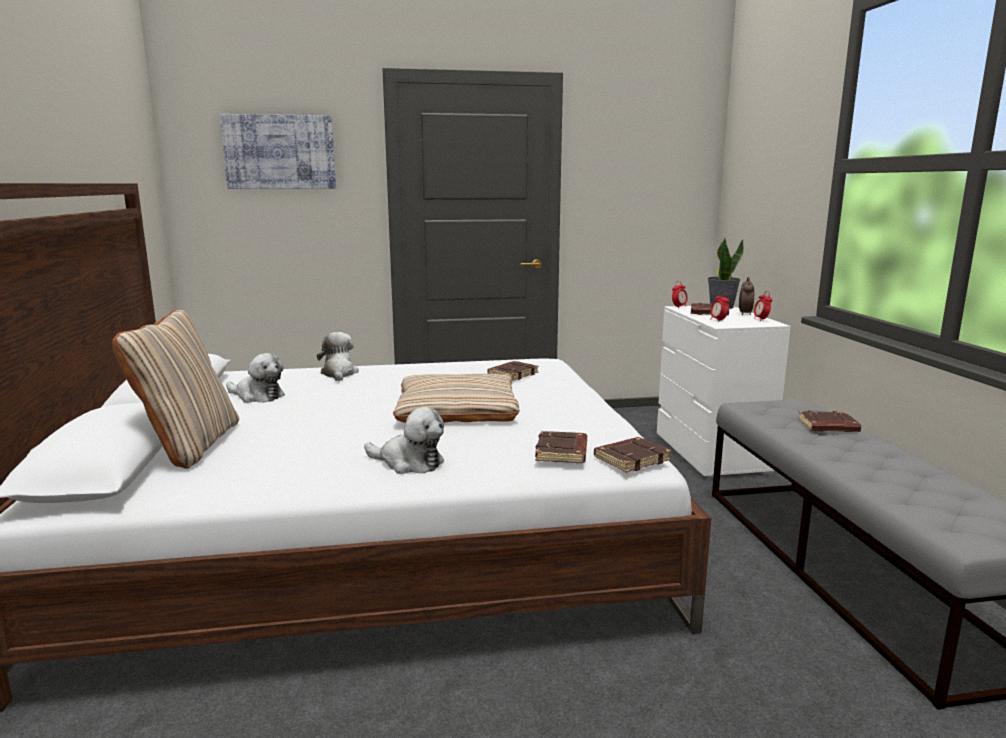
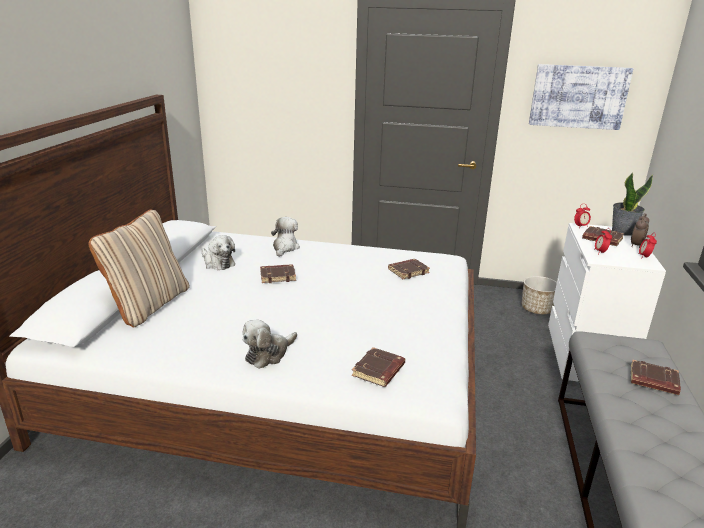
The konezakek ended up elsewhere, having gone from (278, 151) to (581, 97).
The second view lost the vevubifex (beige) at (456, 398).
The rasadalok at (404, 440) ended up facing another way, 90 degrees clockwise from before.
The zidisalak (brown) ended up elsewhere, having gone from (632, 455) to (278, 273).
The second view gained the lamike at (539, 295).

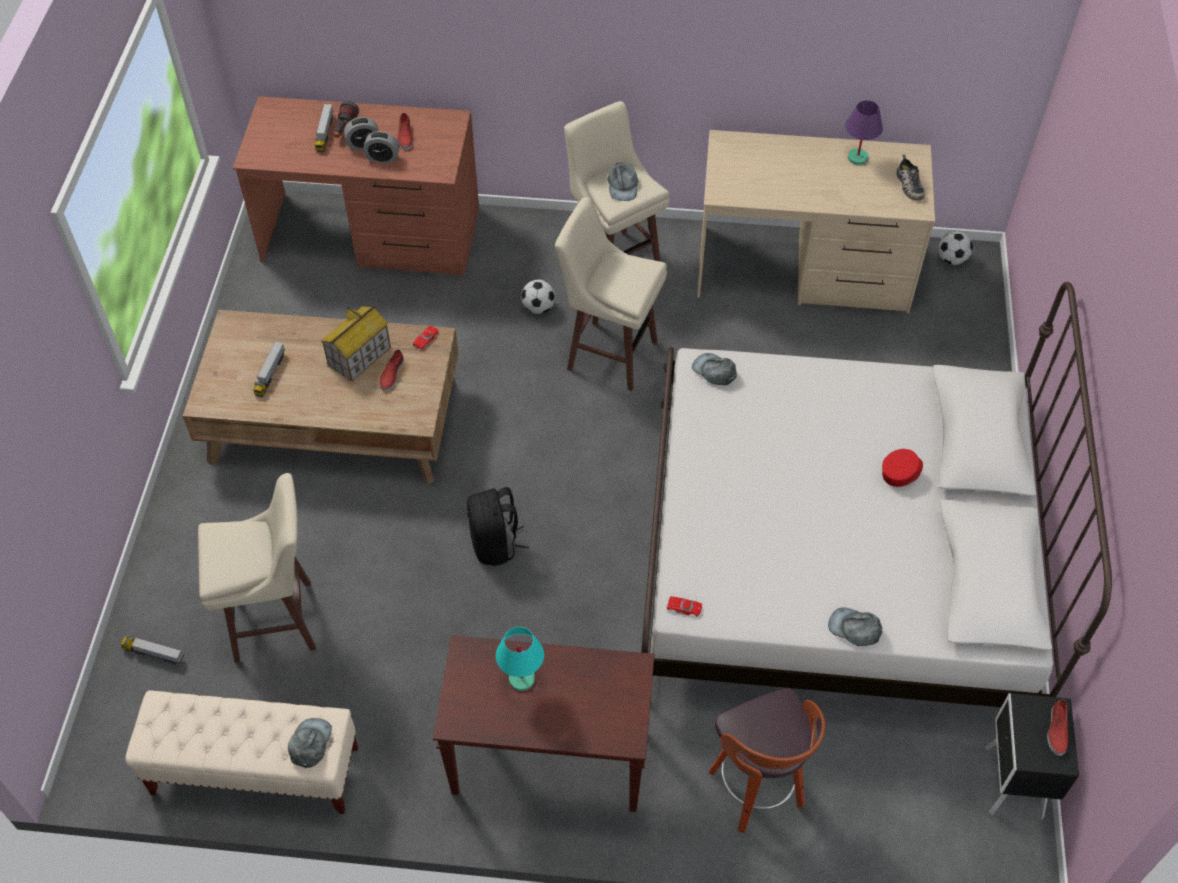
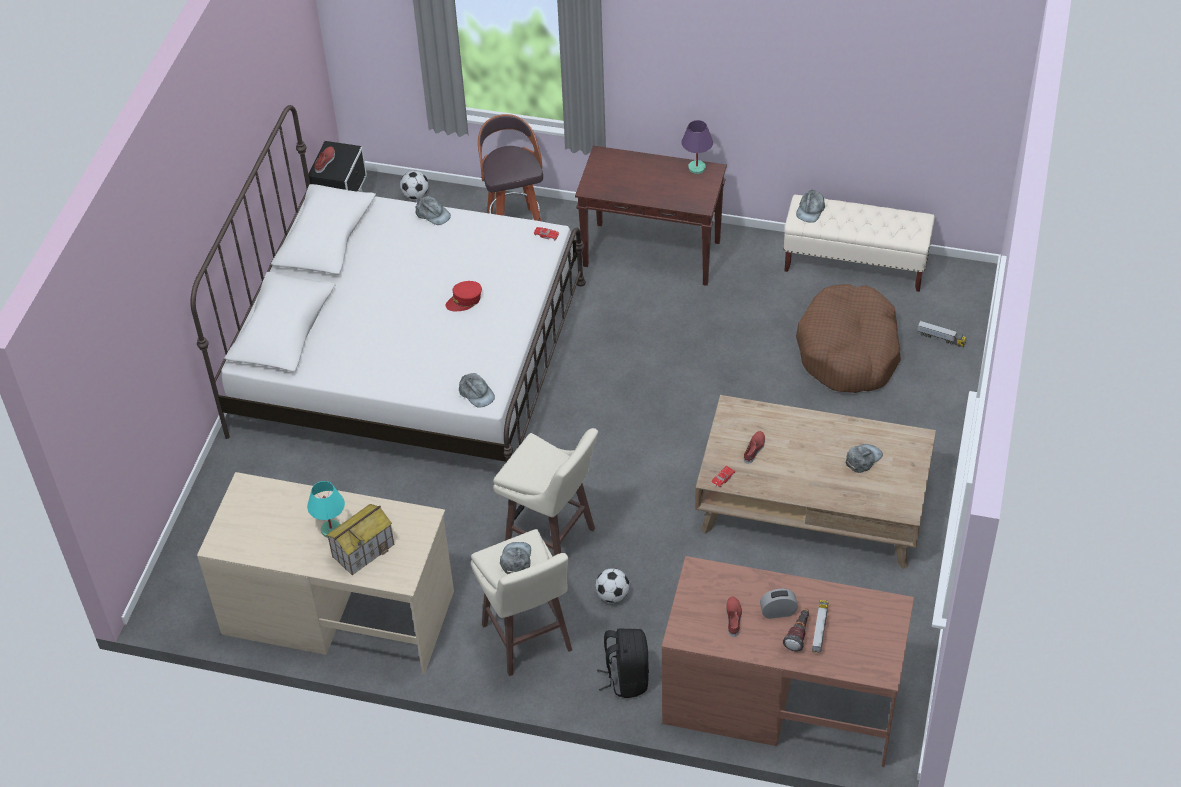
The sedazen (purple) ended up elsewhere, having gone from (864, 132) to (697, 147).
The second view lost the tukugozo at (381, 147).
The second view lost the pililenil at (910, 177).
The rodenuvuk ended up elsewhere, having gone from (955, 248) to (414, 185).
The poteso ended up elsewhere, having gone from (356, 344) to (360, 540).
Where the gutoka stood at (269, 369), the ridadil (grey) came to stand at (864, 458).
The ridadil (red) ended up elsewhere, having gone from (902, 468) to (464, 296).
Where the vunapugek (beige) stood at (257, 568), the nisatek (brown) came to stand at (848, 338).
The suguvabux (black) ended up elsewhere, having gone from (498, 526) to (623, 663).
The sedazen (turquoise) ended up elsewhere, having gone from (520, 659) to (326, 509).

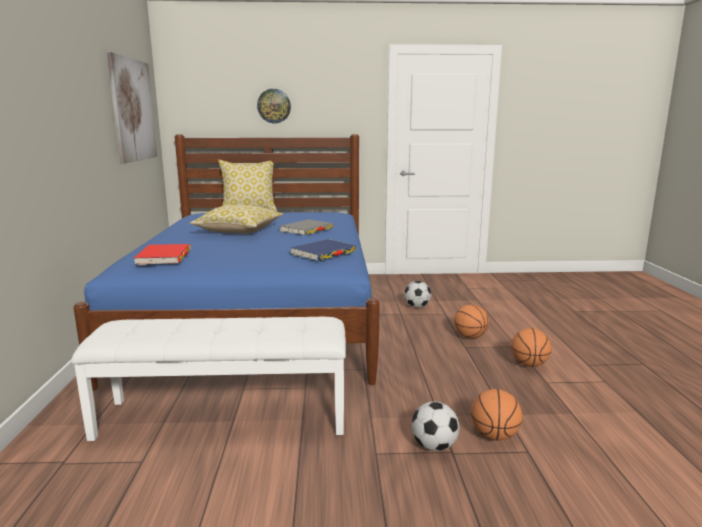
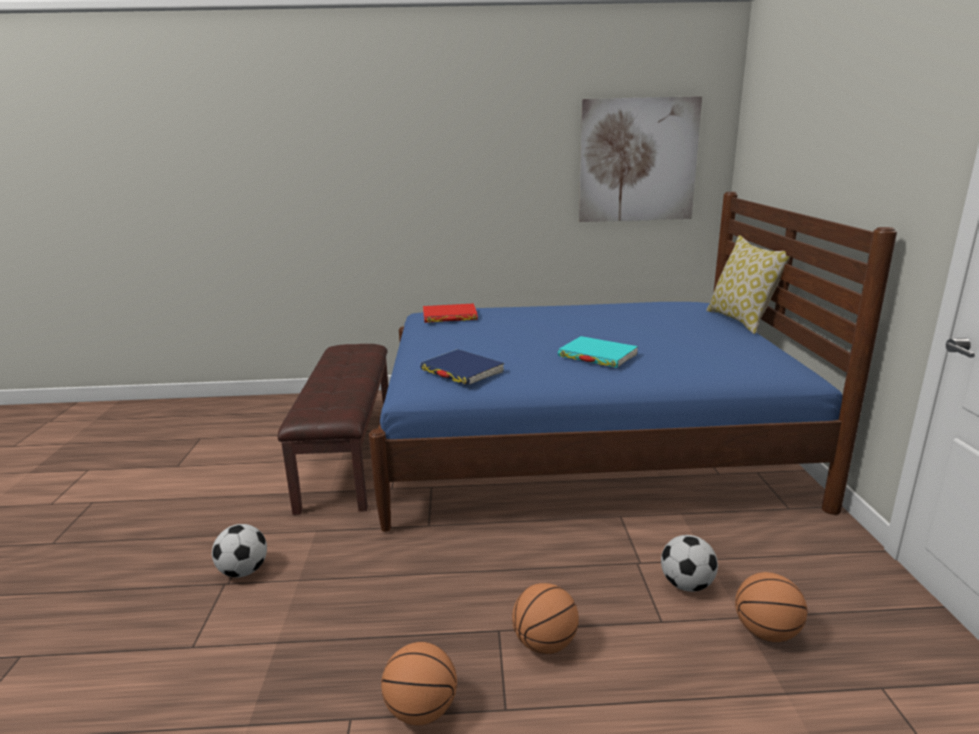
The second view lost the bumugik at (274, 106).
The second view lost the vevubifex at (236, 219).
What was the zidisalak (grey) at (306, 227) turned into the zidisalak (turquoise) at (598, 352).
What was the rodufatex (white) at (208, 379) turned into the rodufatex (brown) at (333, 429).
The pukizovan ended up elsewhere, having gone from (497, 415) to (771, 607).

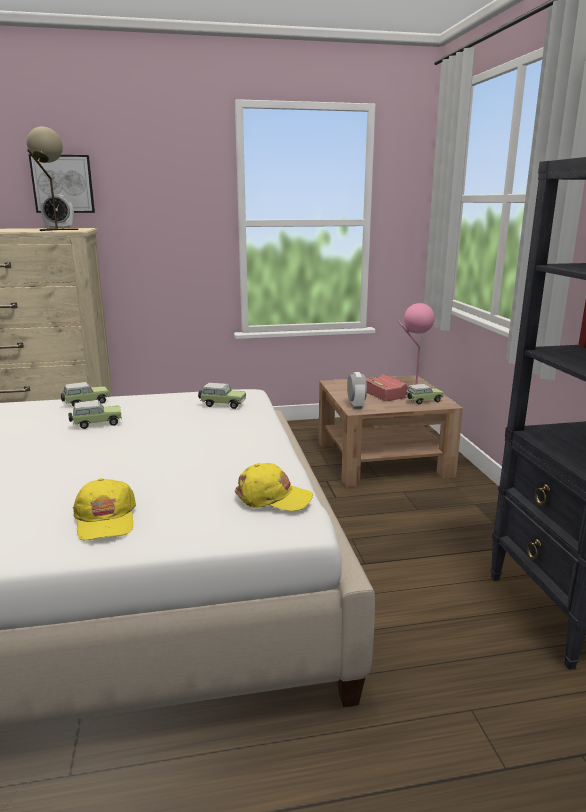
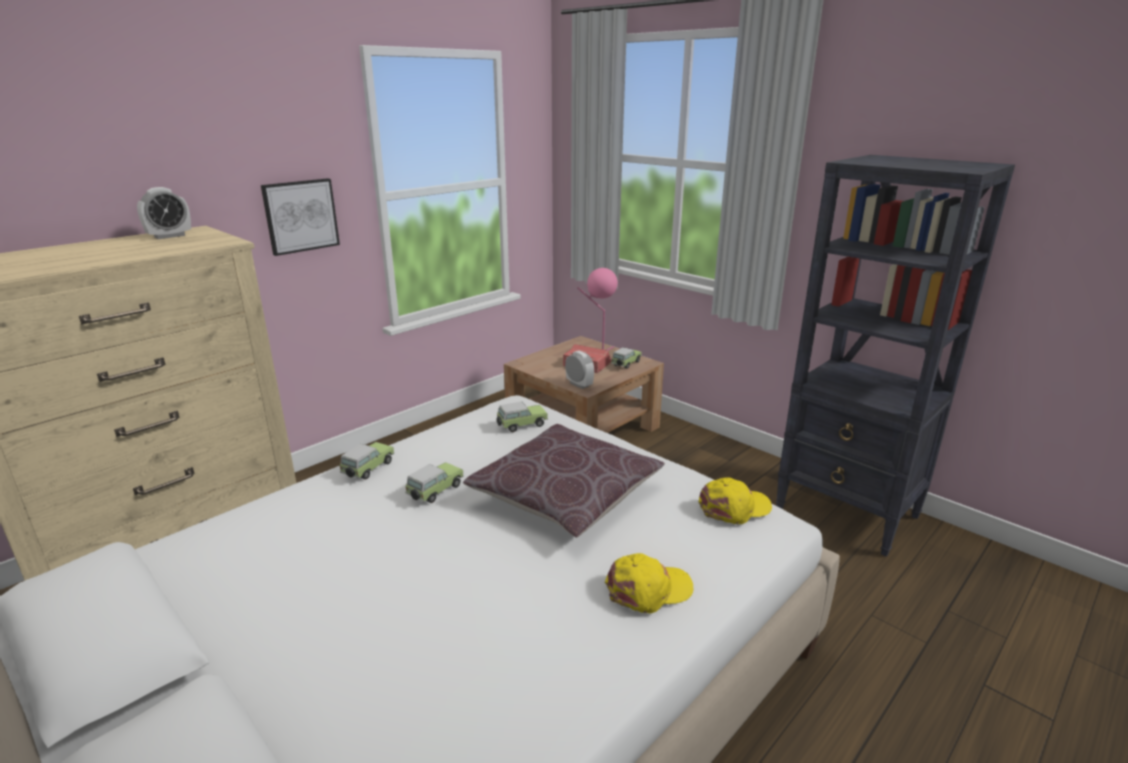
The second view lost the sedazen (beige) at (52, 179).
The konezakek ended up elsewhere, having gone from (62, 183) to (300, 217).
The ridadil (yellow) at (104, 509) ended up facing another way, 60 degrees counterclockwise from before.
The second view gained the vevubifex (brown) at (564, 481).

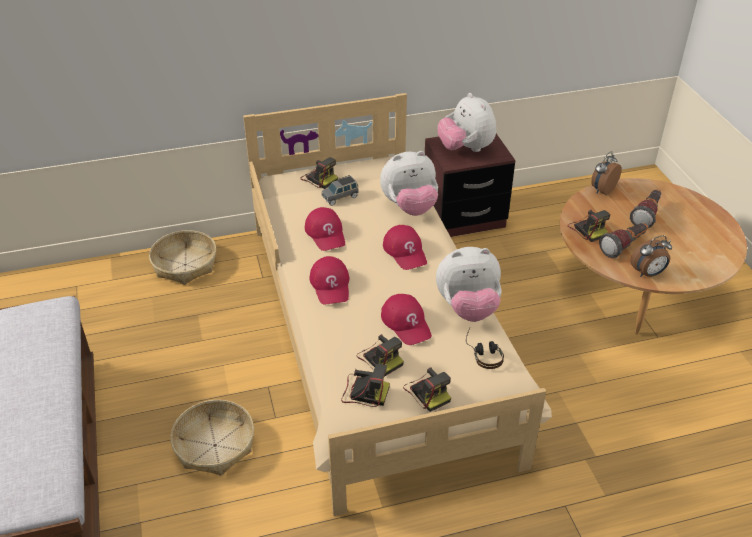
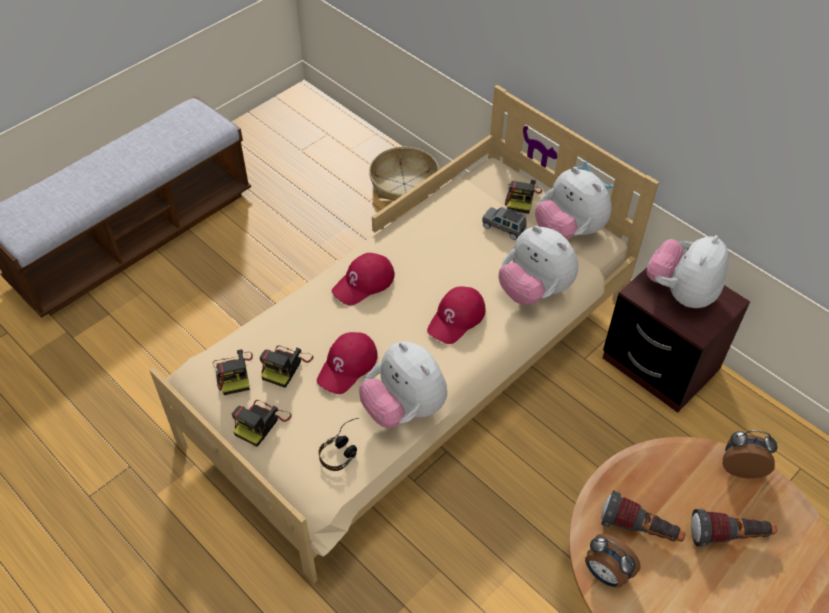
The second view lost the ridadil (red) at (325, 229).
The second view lost the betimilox at (589, 226).
The second view lost the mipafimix at (212, 438).
The second view gained the rasadalok at (573, 203).

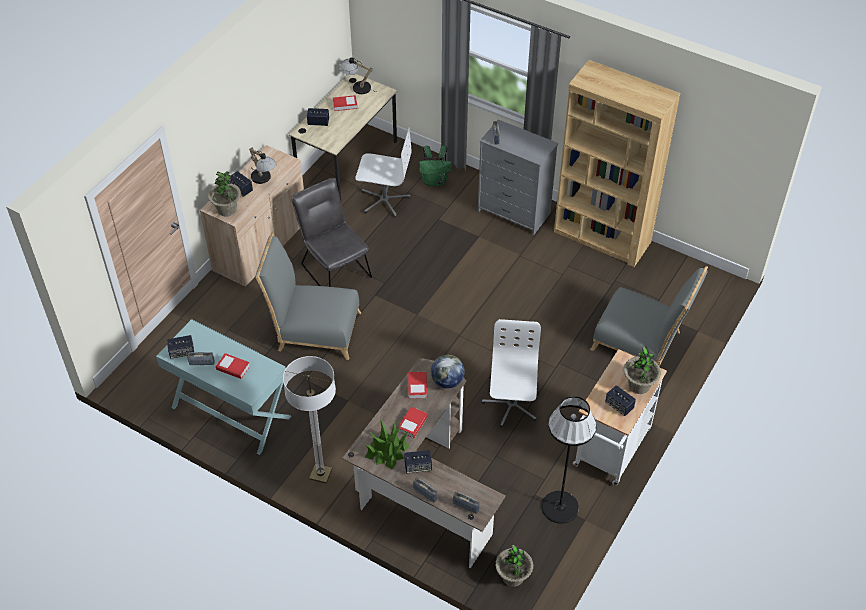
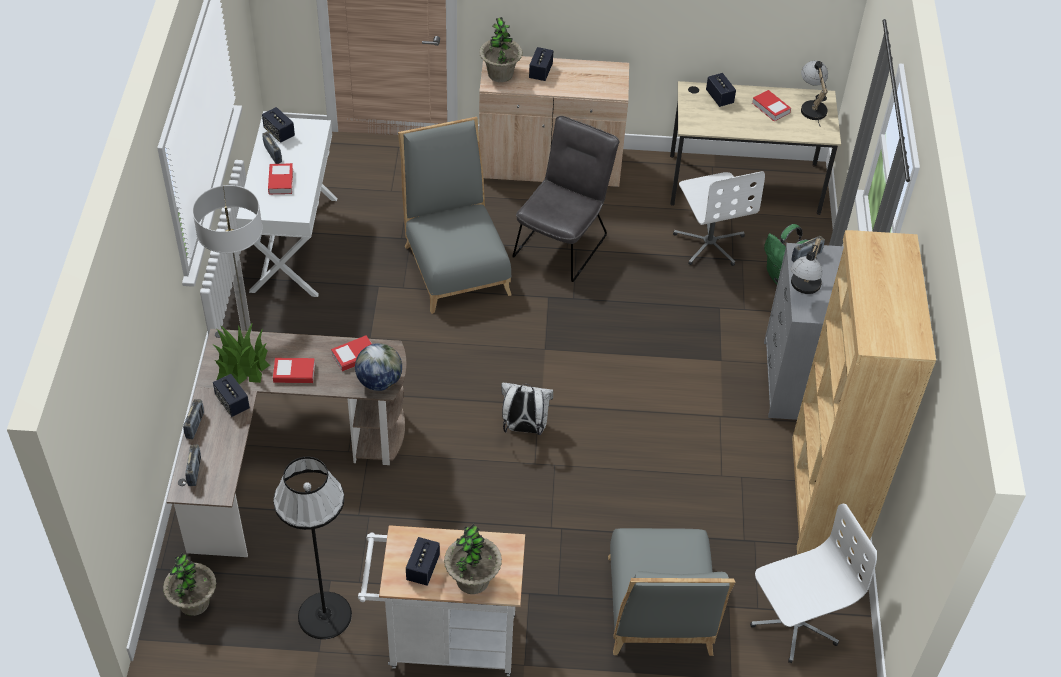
The sedazen ended up elsewhere, having gone from (263, 166) to (806, 265).
What was the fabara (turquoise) at (223, 387) turned into the fabara (white) at (286, 207).
The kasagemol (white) ended up elsewhere, having gone from (511, 373) to (813, 583).
The second view gained the suguvabux (white) at (527, 409).

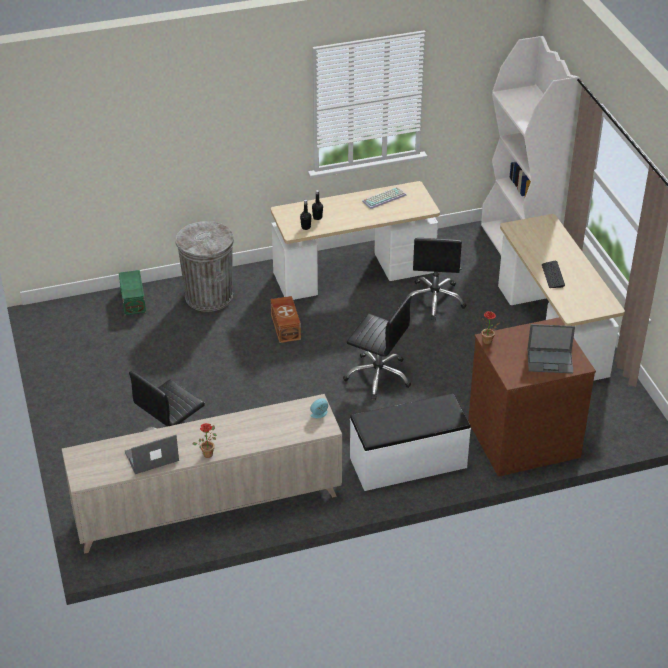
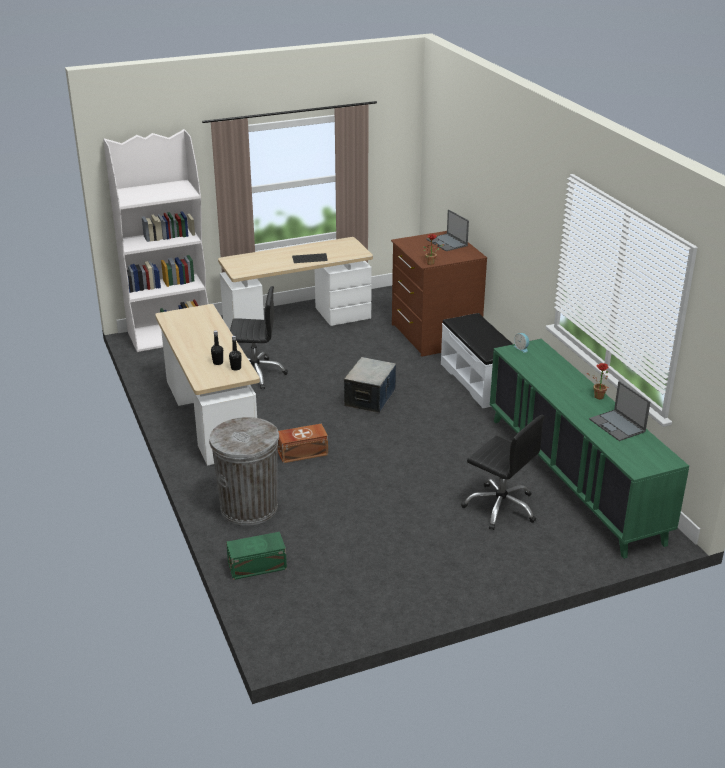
The second view lost the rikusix at (384, 198).
Where the kasagemol (black) stood at (377, 347), the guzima came to stand at (370, 385).
The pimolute at (551, 348) ended up facing another way, 150 degrees clockwise from before.
What was the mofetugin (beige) at (202, 474) turned into the mofetugin (green) at (589, 449).

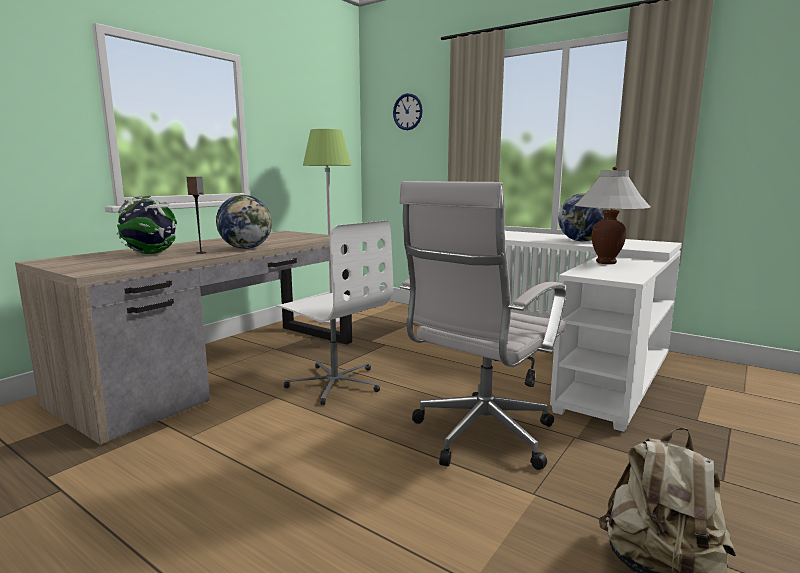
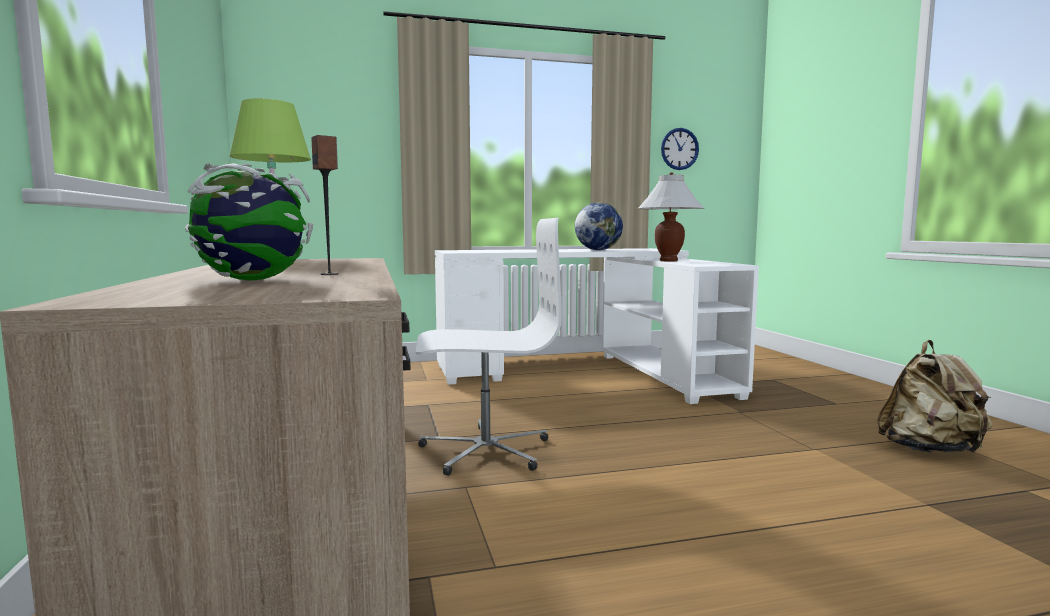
The bumugik ended up elsewhere, having gone from (408, 111) to (680, 149).
The second view lost the kasagemol (white) at (482, 325).
The second view lost the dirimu at (244, 222).

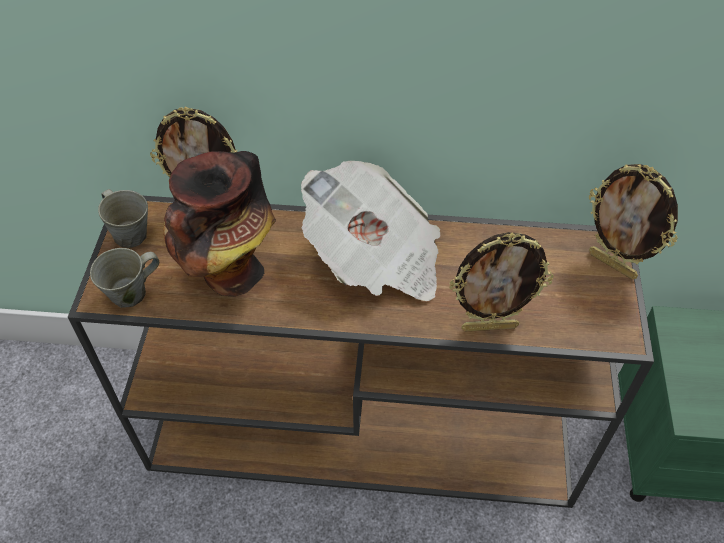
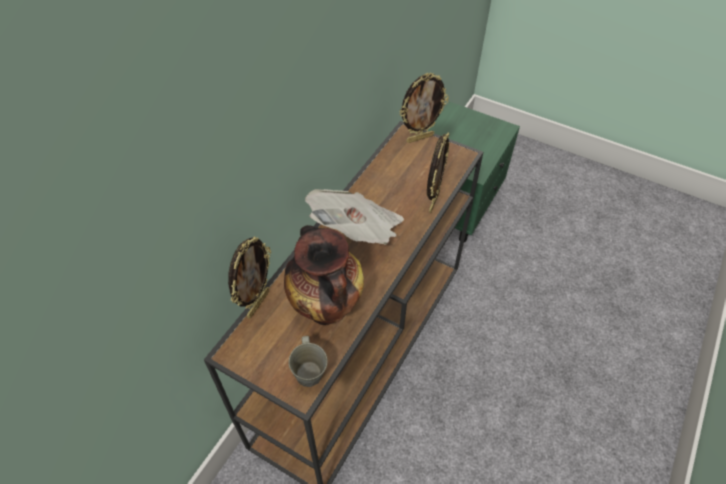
The second view lost the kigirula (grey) at (123, 218).

